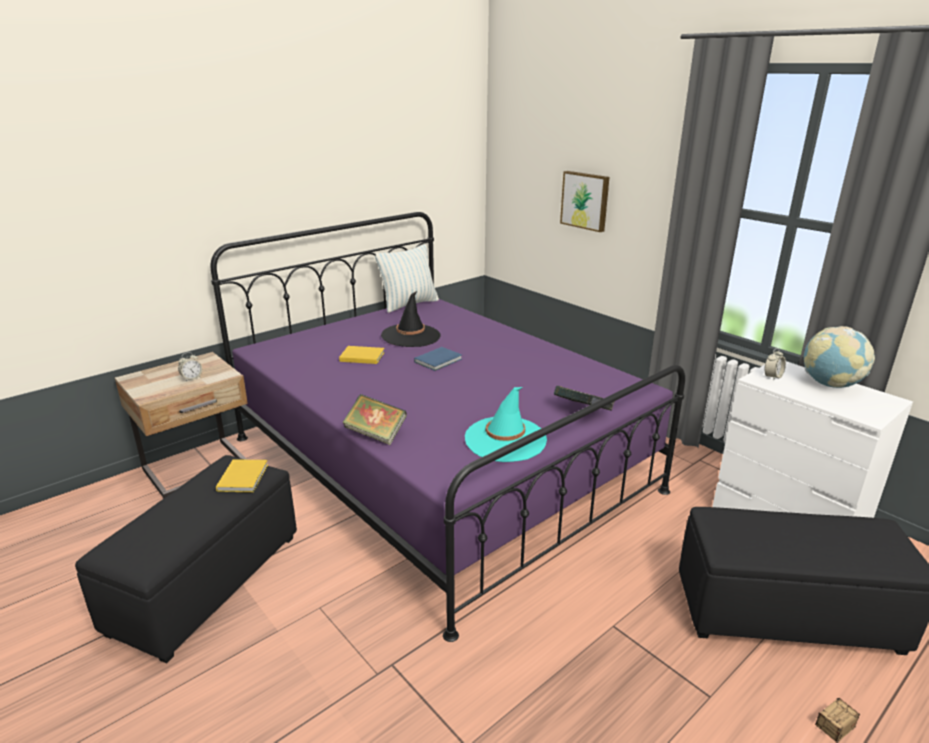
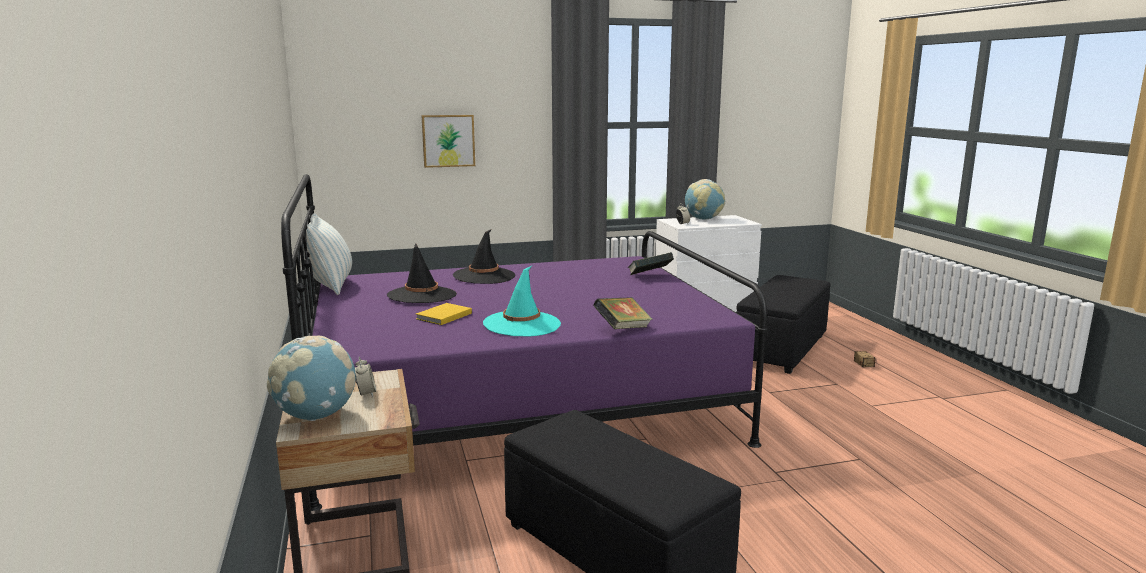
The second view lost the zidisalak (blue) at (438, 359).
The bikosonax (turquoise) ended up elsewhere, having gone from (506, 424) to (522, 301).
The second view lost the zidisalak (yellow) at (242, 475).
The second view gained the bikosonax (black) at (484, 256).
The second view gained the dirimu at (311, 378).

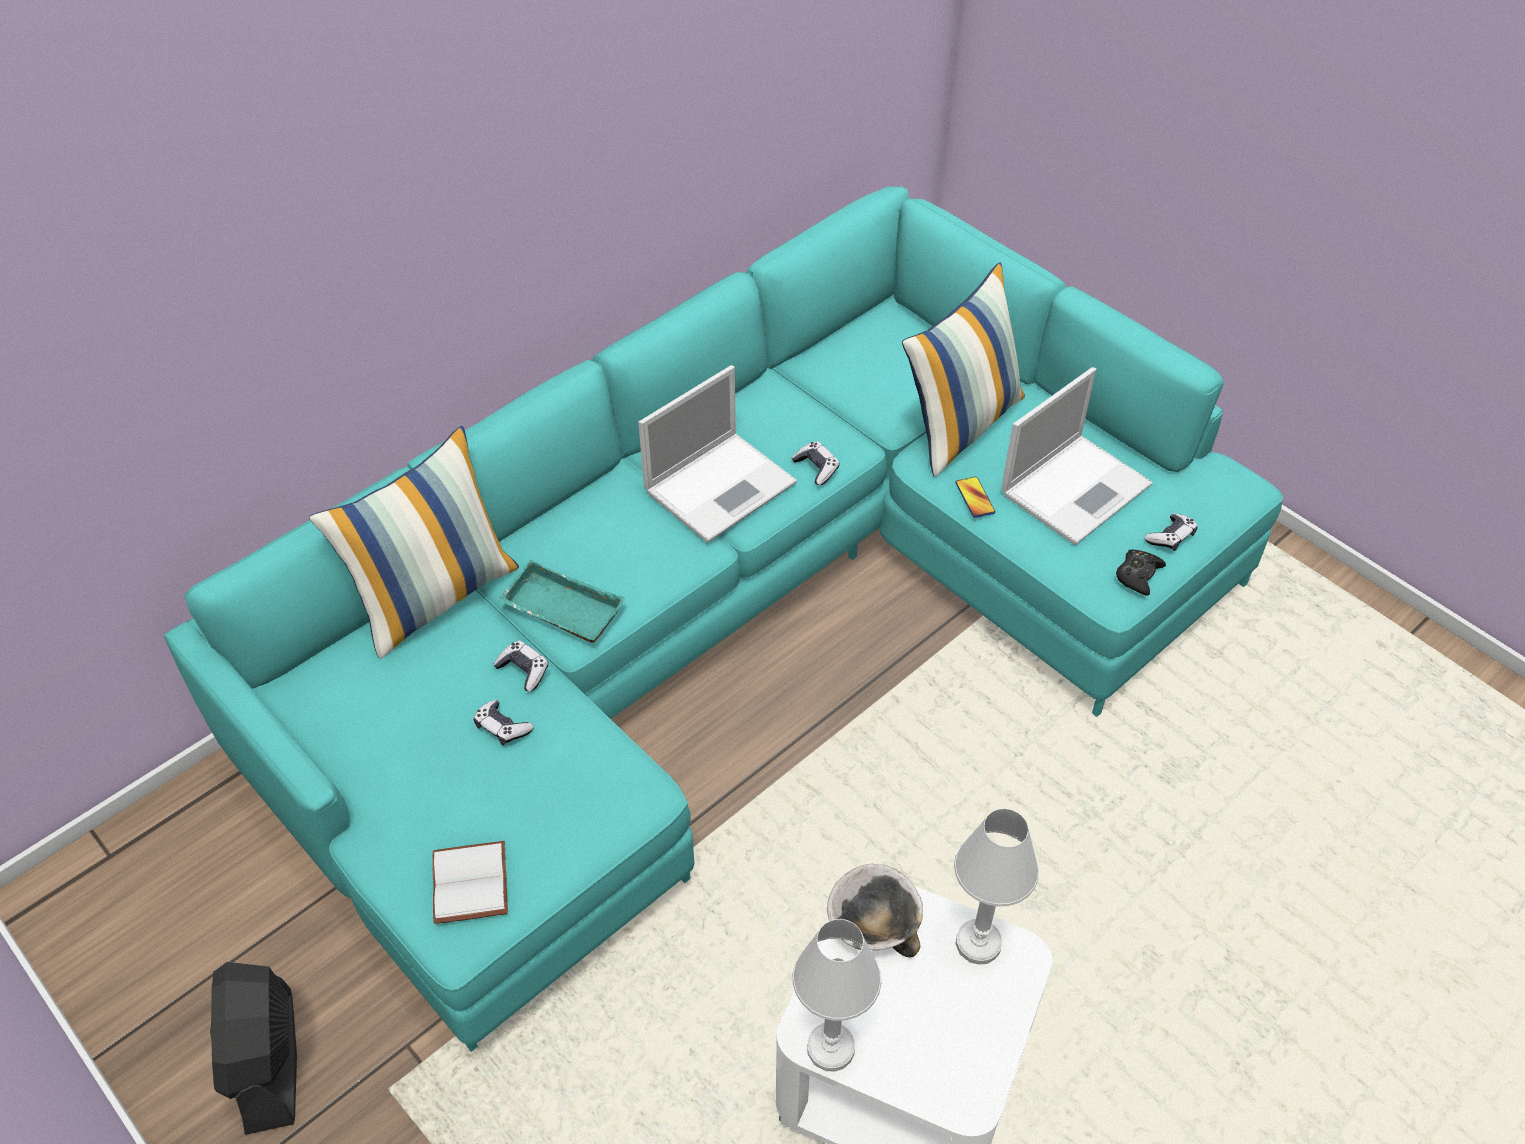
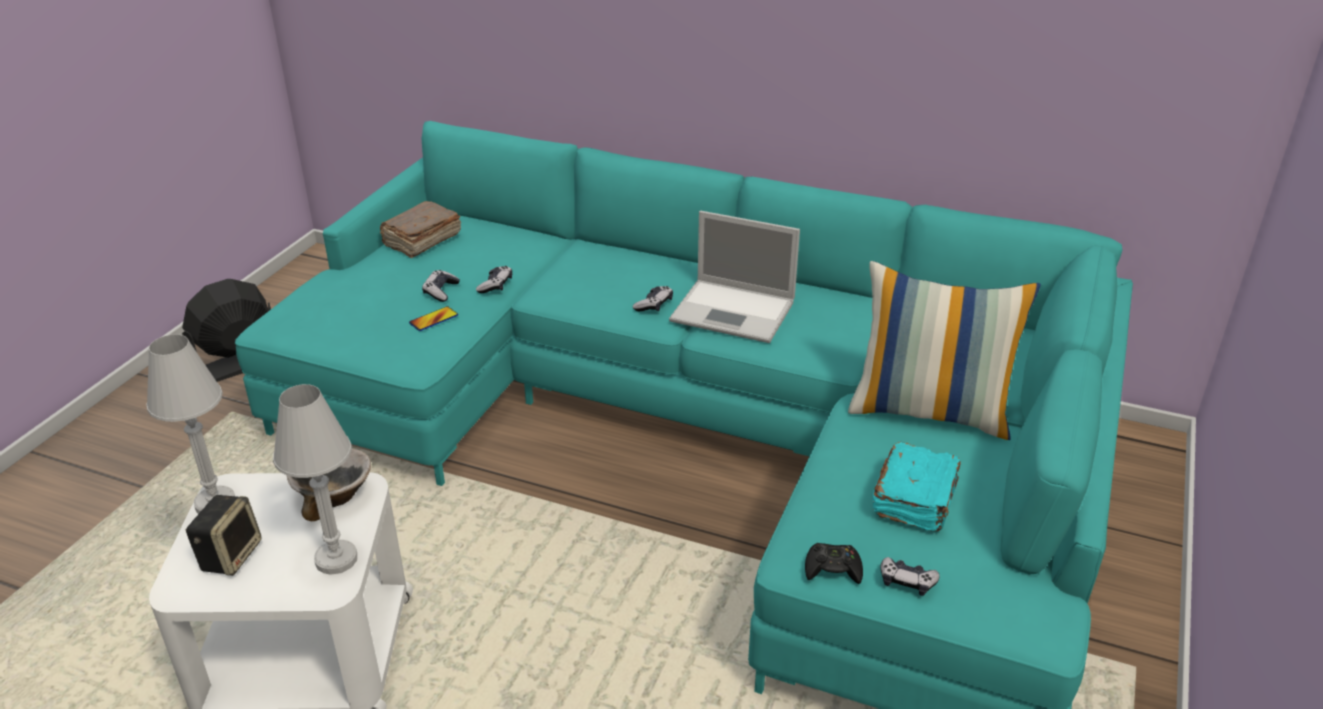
Where the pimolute stood at (1077, 456), the zidisalak (turquoise) came to stand at (917, 486).
The second view lost the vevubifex at (414, 542).
The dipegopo ended up elsewhere, having gone from (816, 463) to (653, 298).
The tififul ended up elsewhere, having gone from (975, 497) to (433, 318).
The second view lost the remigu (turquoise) at (561, 601).
The second view lost the zidisalak (white) at (470, 882).
The second view gained the zidisalak (brown) at (420, 229).
The second view gained the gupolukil at (224, 535).

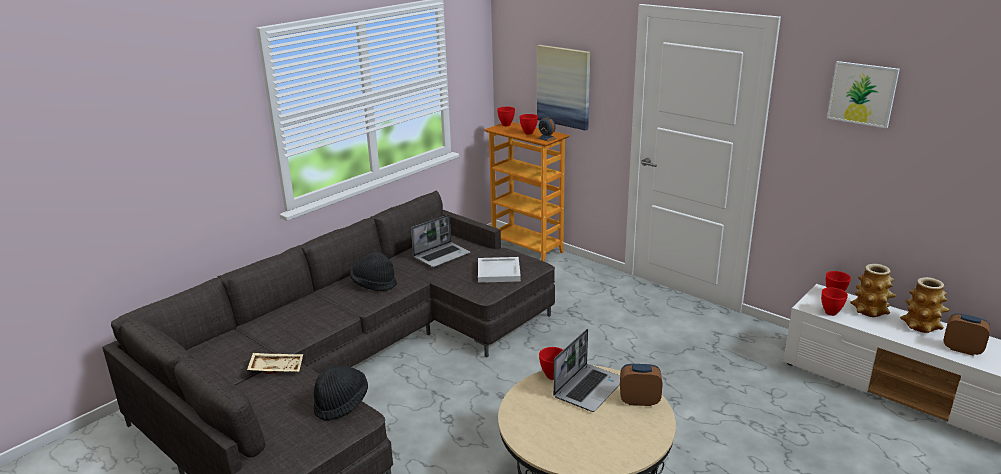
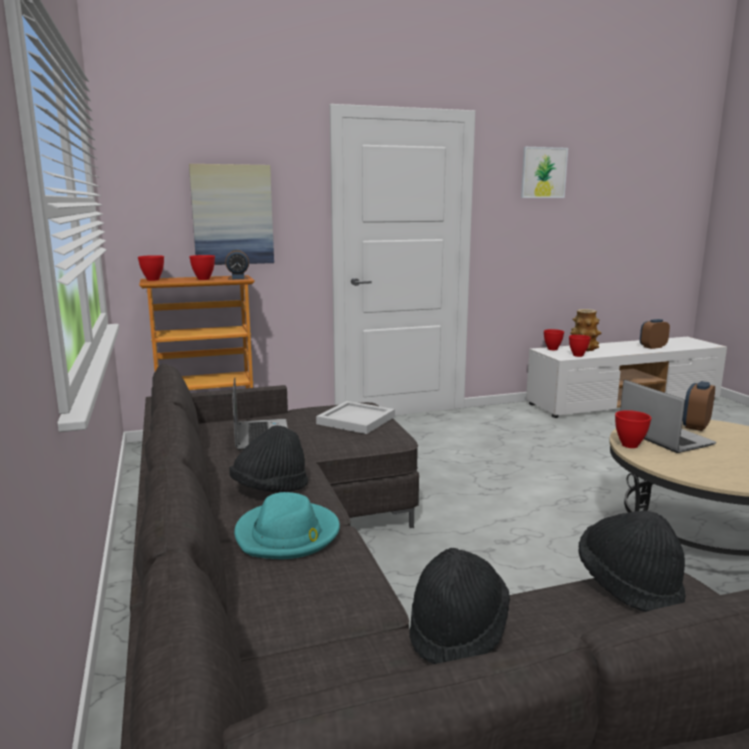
The second view lost the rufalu at (924, 305).
Where the remigu (beige) stood at (275, 363), the bikosonax (black) came to stand at (460, 606).
The second view gained the bikosonax (turquoise) at (287, 525).

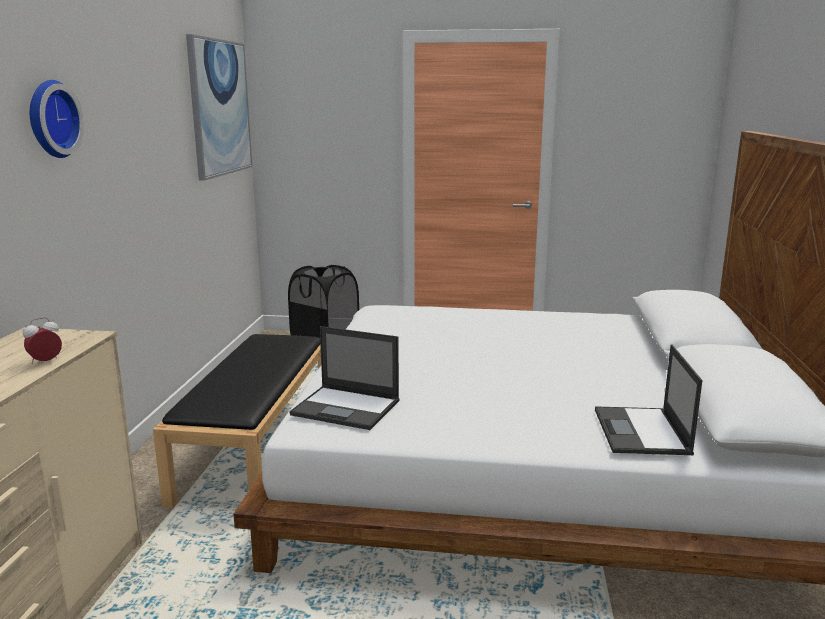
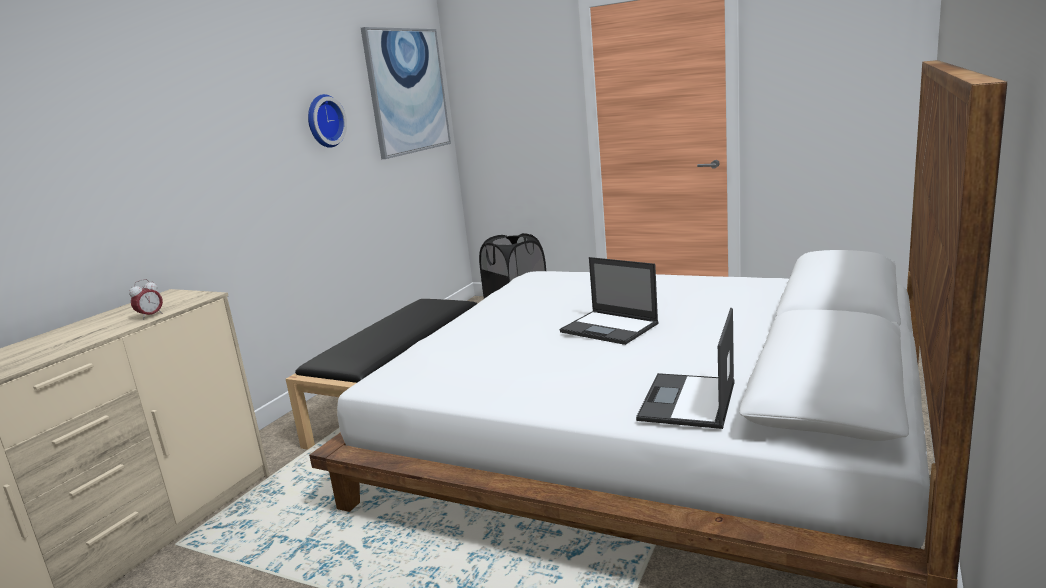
The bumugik ended up elsewhere, having gone from (57, 119) to (327, 121).
The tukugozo at (42, 340) ended up facing another way, 150 degrees clockwise from before.
The pimolute ended up elsewhere, having gone from (344, 378) to (609, 301).

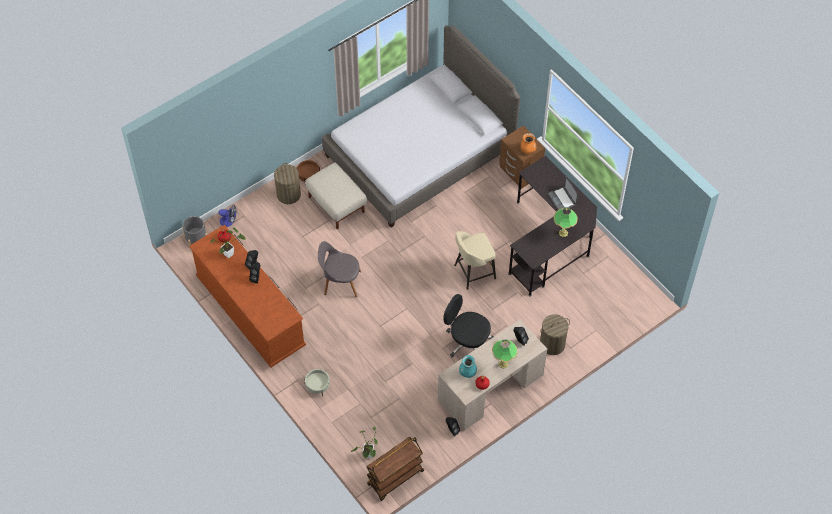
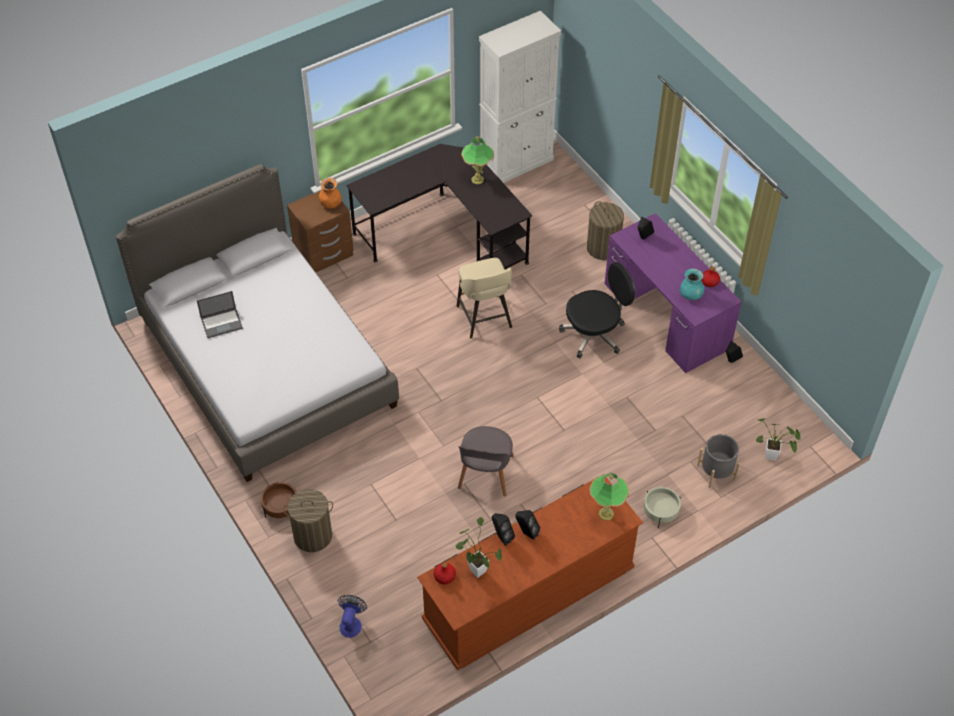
The second view lost the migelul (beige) at (336, 196).
The pimolute ended up elsewhere, having gone from (563, 194) to (220, 314).
The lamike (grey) ended up elsewhere, having gone from (194, 234) to (718, 461).
The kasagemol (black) at (468, 325) ended up facing another way, 150 degrees counterclockwise from before.
What was the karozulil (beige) at (492, 375) turned into the karozulil (purple) at (673, 293).
The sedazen ended up elsewhere, having gone from (504, 354) to (609, 496).
The second view lost the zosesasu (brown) at (395, 469).
The second view gained the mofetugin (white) at (520, 97).

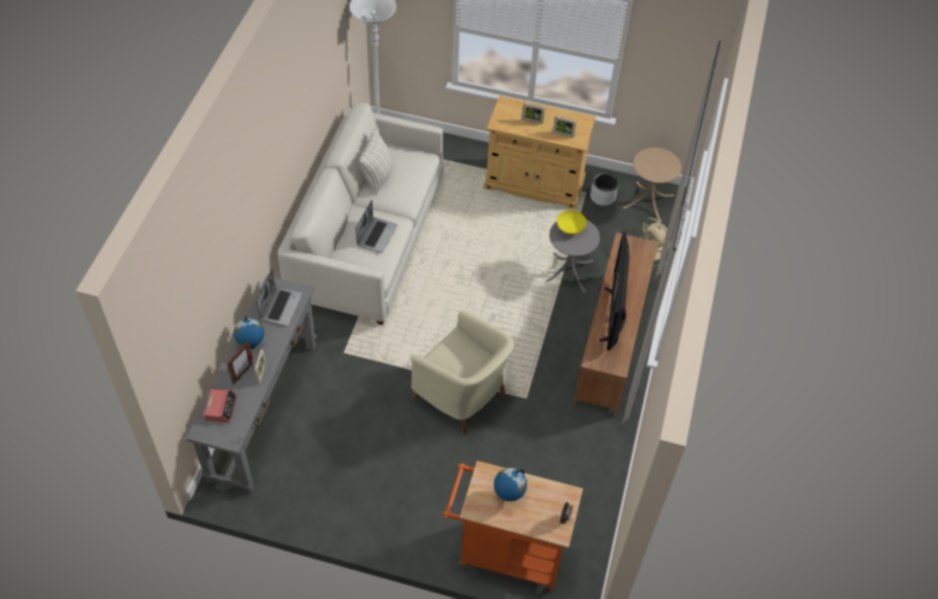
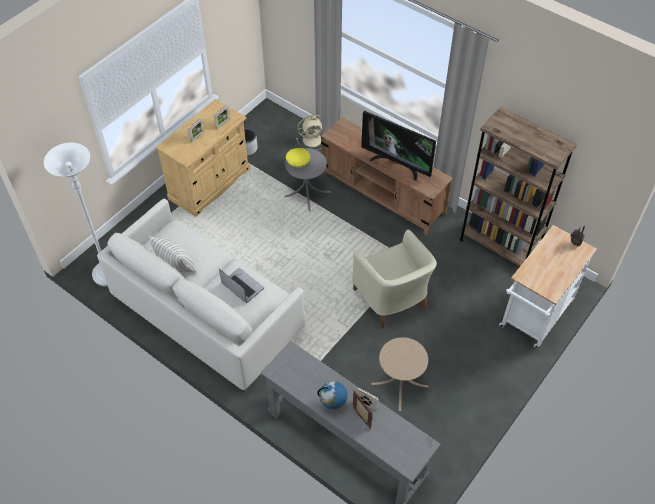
The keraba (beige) ended up elsewhere, having gone from (651, 185) to (400, 374).
The second view lost the pimolute at (279, 298).
The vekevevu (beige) at (462, 372) ended up facing another way, 90 degrees clockwise from before.
The second view lost the tukugozo at (220, 406).
What was the zosesasu (orange) at (513, 526) turned into the zosesasu (white) at (548, 287).
The second view lost the dirimu at (510, 484).
The second view gained the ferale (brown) at (518, 186).

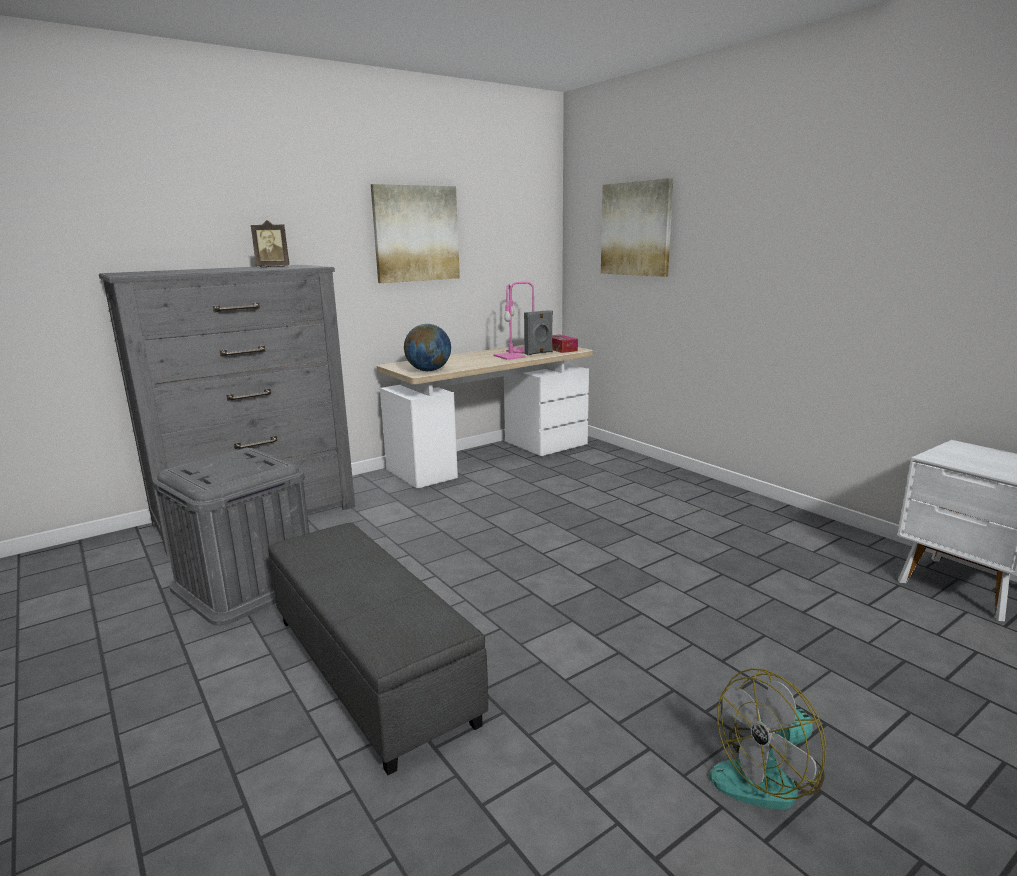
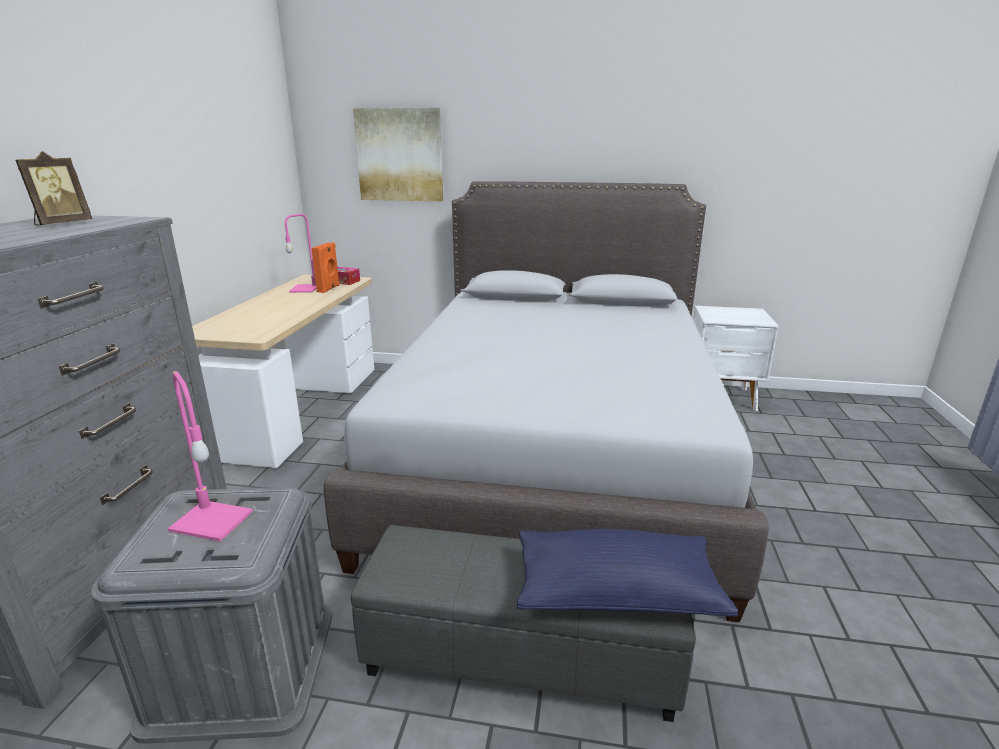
The second view lost the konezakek at (415, 233).
The sedazen (pink) ended up elsewhere, having gone from (510, 322) to (210, 456).
What was the gupolukil (grey) at (538, 332) turned into the gupolukil (orange) at (325, 267).
The second view lost the dirimu at (427, 347).
The second view lost the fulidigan at (768, 738).
The second view gained the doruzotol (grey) at (546, 401).
The second view gained the vevubifex (blue) at (627, 573).

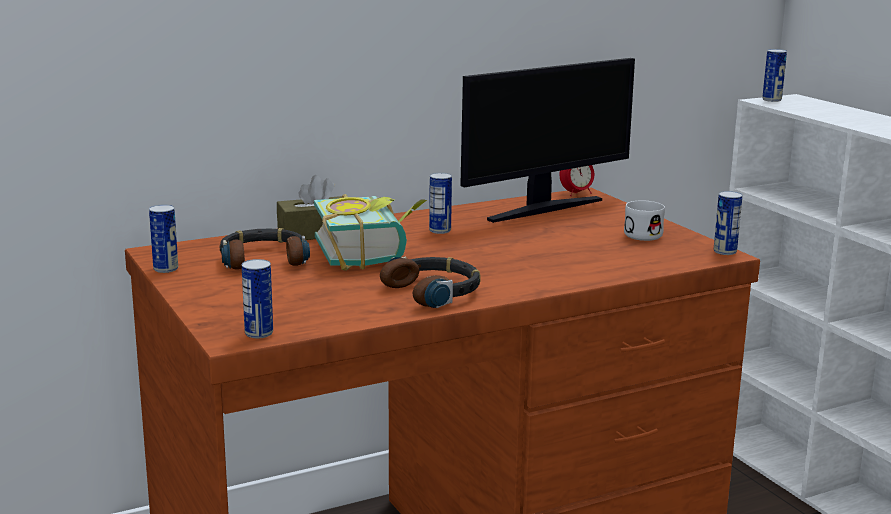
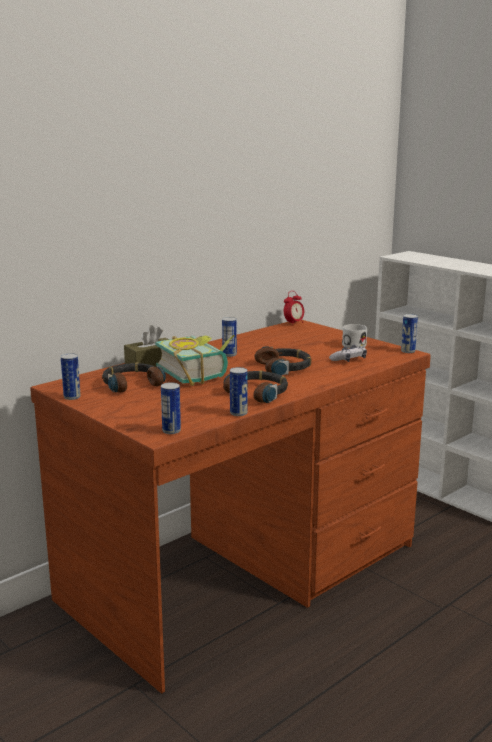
The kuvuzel ended up elsewhere, having gone from (774, 75) to (239, 391).
The second view lost the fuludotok at (547, 140).
The second view gained the dipegopo at (348, 353).
The second view gained the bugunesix at (282, 361).

